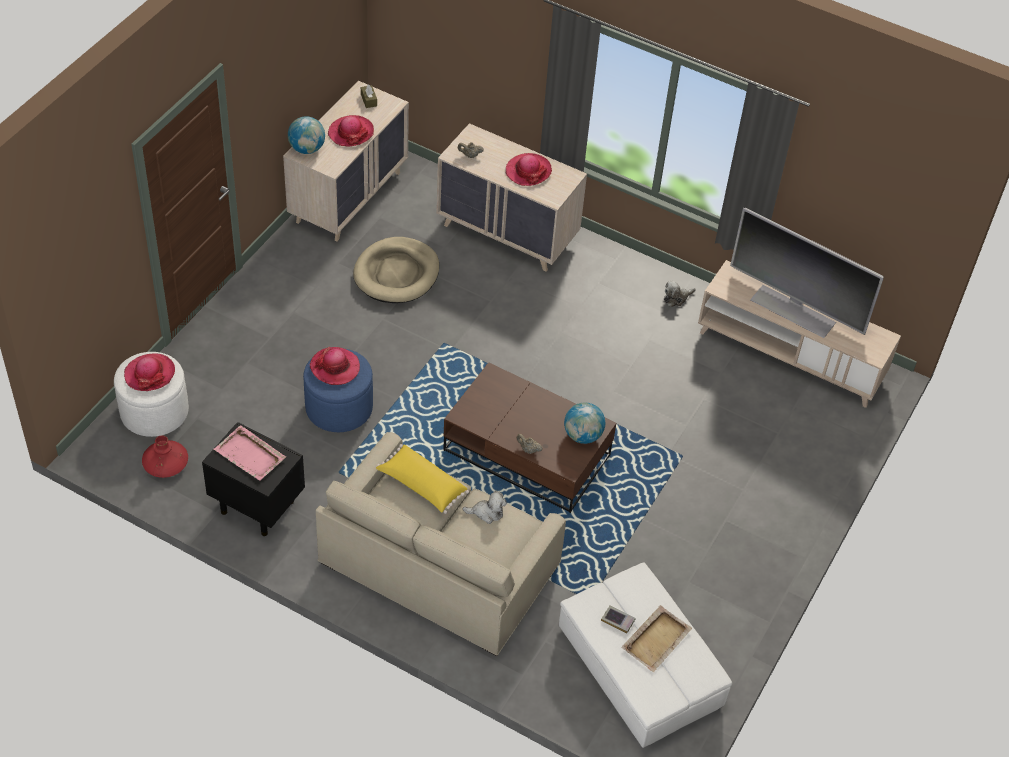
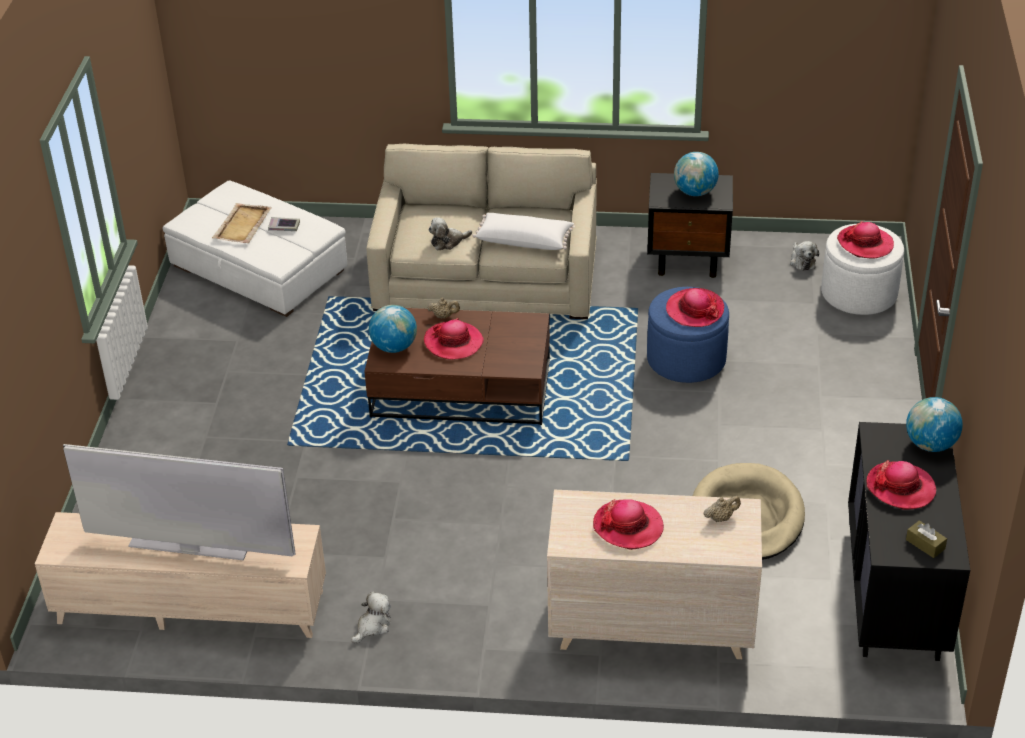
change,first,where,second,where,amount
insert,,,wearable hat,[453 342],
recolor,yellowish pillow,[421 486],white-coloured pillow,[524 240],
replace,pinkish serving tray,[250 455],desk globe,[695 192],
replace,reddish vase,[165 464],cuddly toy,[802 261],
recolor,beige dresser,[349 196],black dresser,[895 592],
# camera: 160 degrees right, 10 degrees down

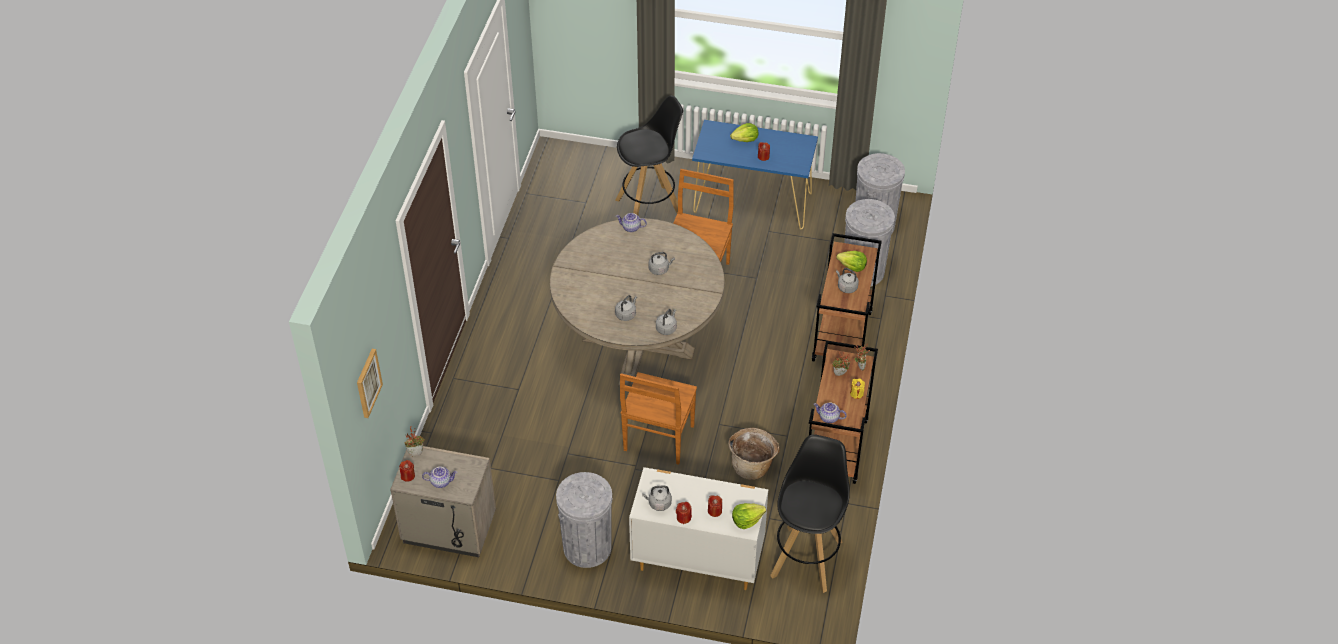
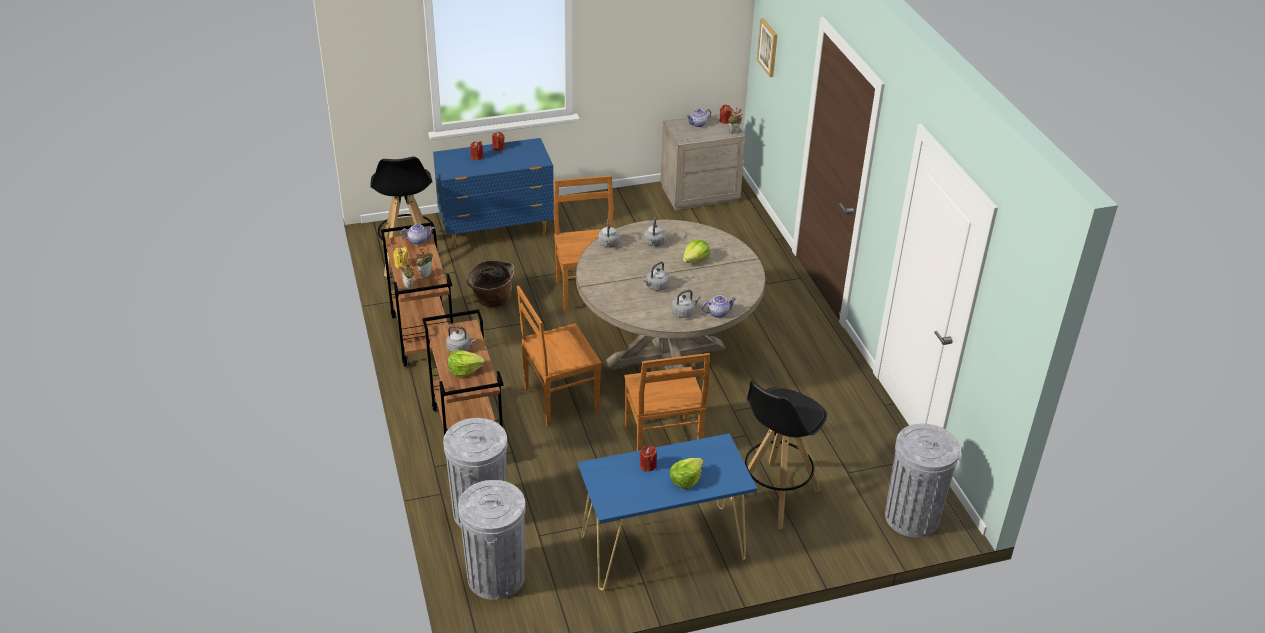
change,first,where,second,where,amount
recolor,white-coloured dresser,[697 560],bluish dresser,[497 231],
insert,,,brown-coloured chair,[559 400],
move,grey tea kettle,[658 503],,[684 312],
move,lettuce head,[747 520],,[695 260],
move,grey waste bin,[587 547],,[911 517],
# camera: 150 degrees right, 10 degrees down

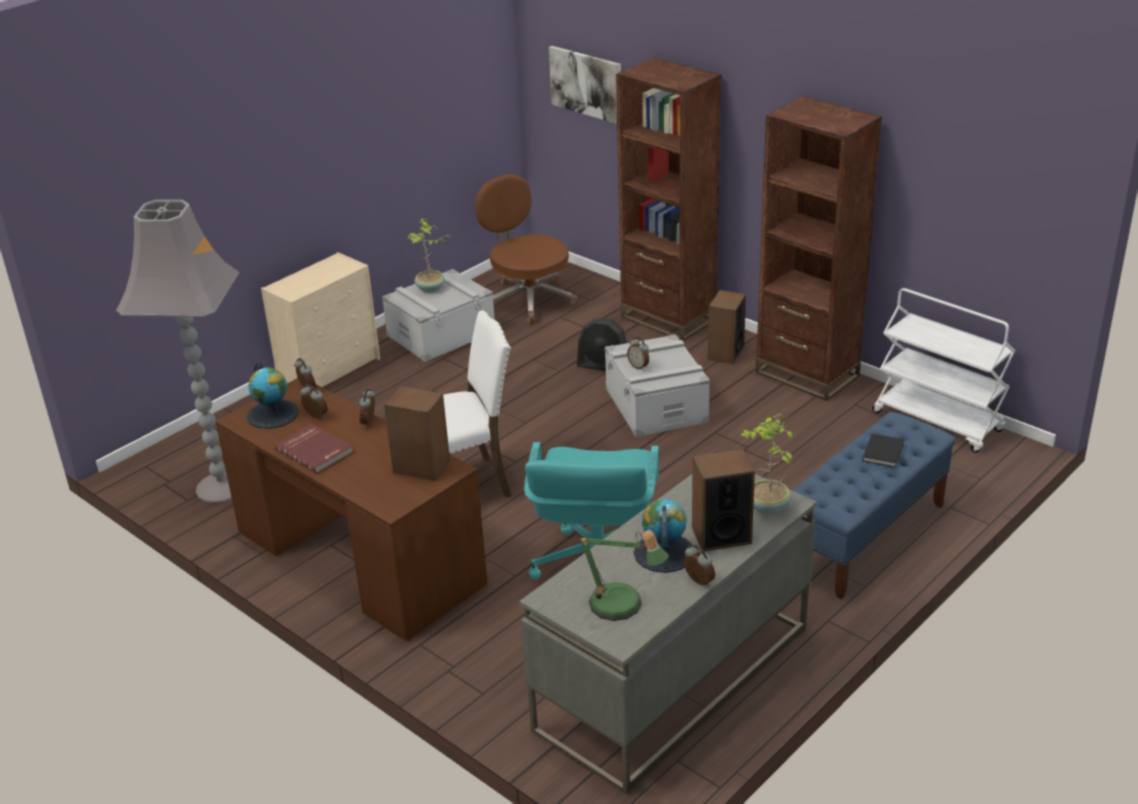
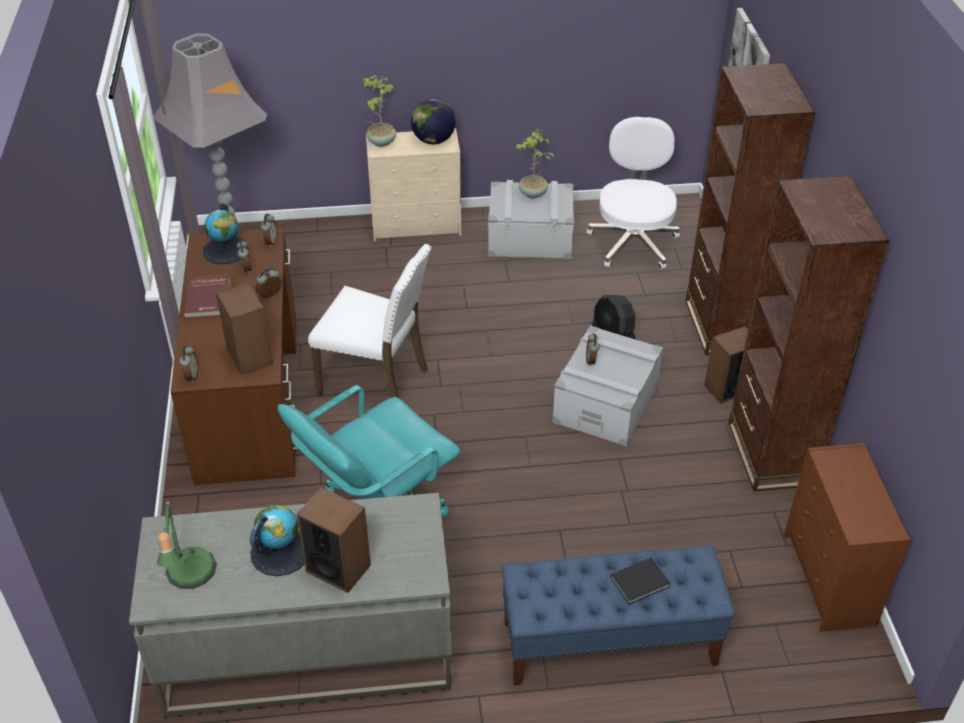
change,first,where,second,where,amount
move,table clock,[698 582],,[191 376],
move,plant in a pot,[767 508],,[380 142],
insert,,,desk globe,[433 140],
recolor,brown-coloured office chair,[528 300],white-coloured office chair,[633 242],
replace,white-coloured wheeled cart,[938 422],brown-coloured dresser,[829 581],
# camera: 40 degrees right, 10 degrees up

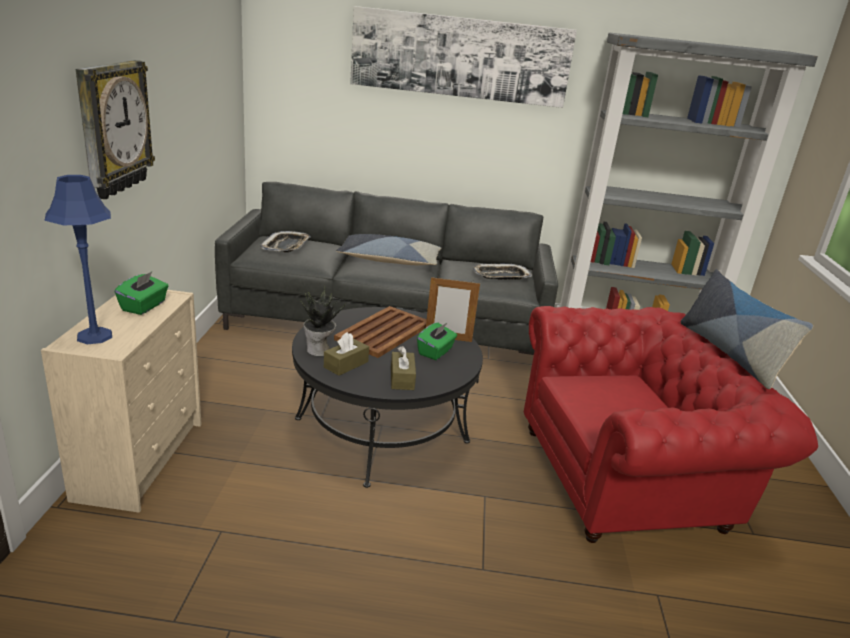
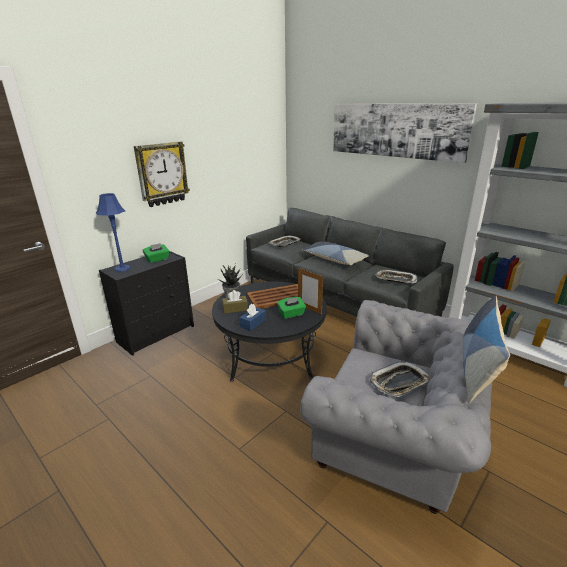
change,first,where,second,where,amount
recolor,beige dresser,[141 458],black dresser,[157 333],
recolor,brown-coloured box of tissues,[402 378],bluish box of tissues,[253 323],
recolor,reddish armchair,[628 478],grey armchair,[397 441],
insert,,,serving tray,[399 383],
# camera: 40 degrees right, 0 degrees up

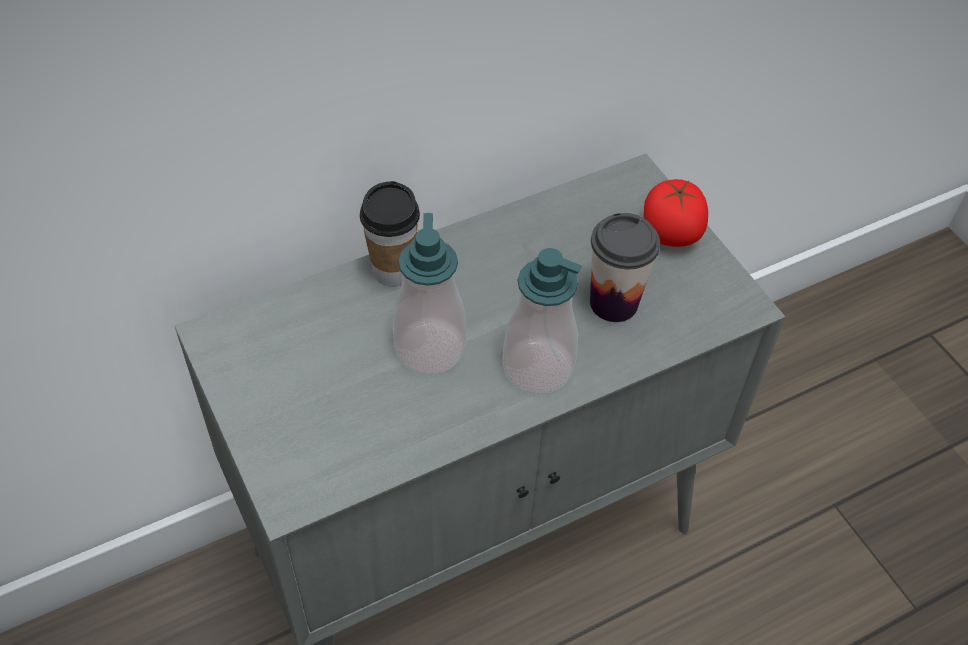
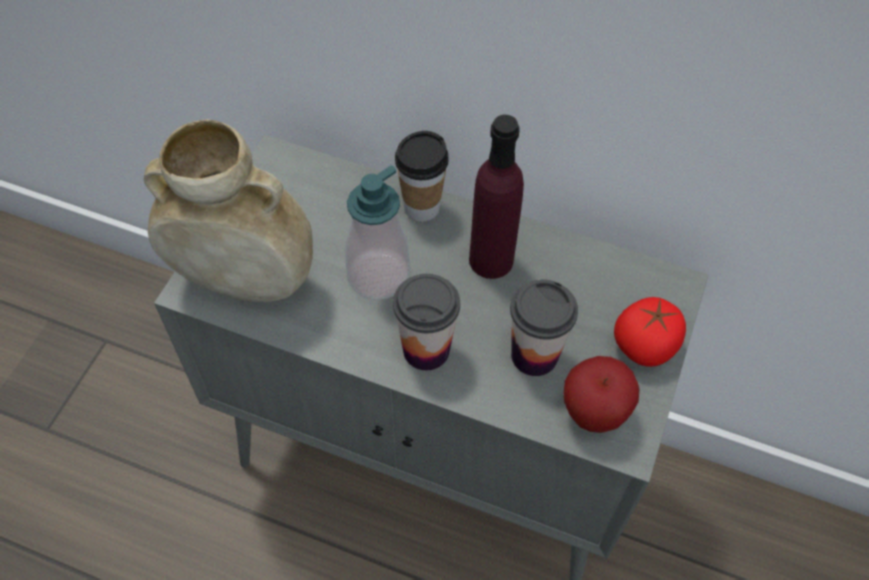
change,first,where,second,where,amount
insert,,,beige vase,[246 281],
replace,soap bottle,[538 368],cup,[426 349],
insert,,,purple bottle,[491 260],
insert,,,apple fruit,[593 414],
# camera: 50 degrees right, 5 degrees up

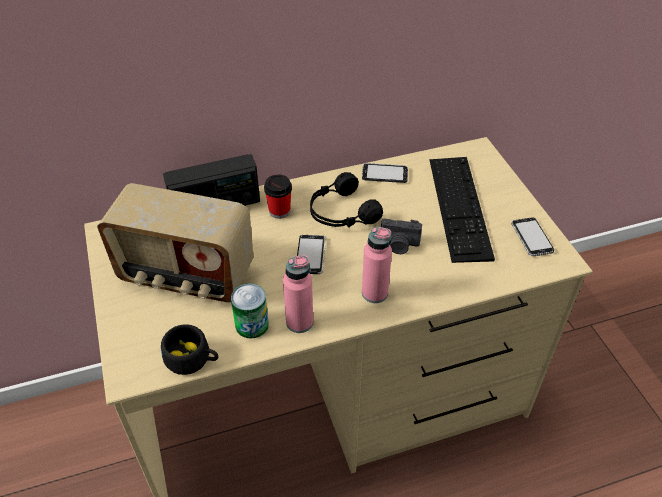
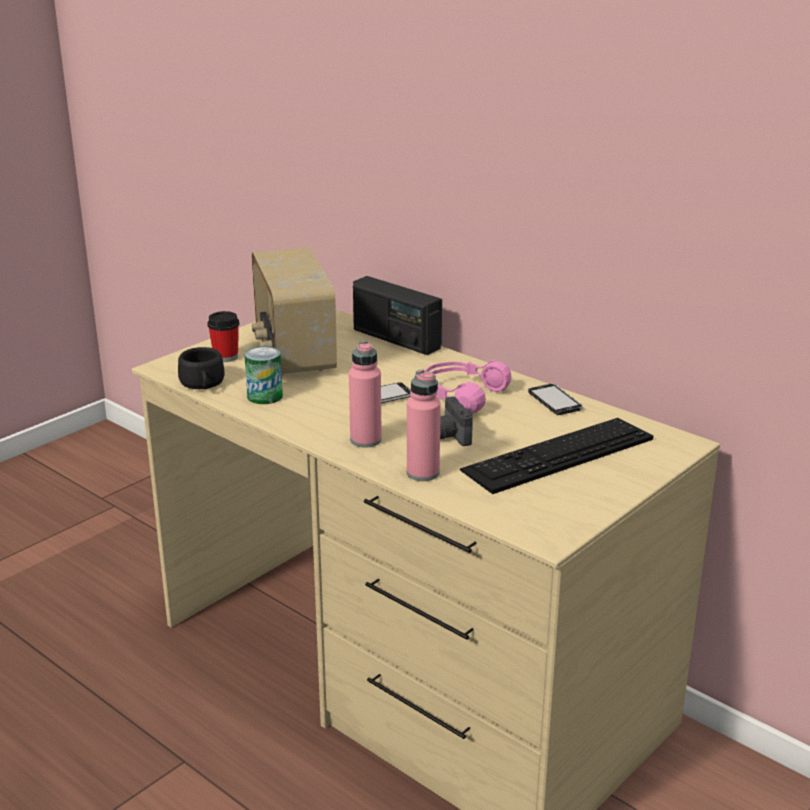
change,first,where,second,where,amount
move,cup,[279 211],,[225 357],
move,pinkish bottle,[299 322],,[423 473],
recolor,black headset,[341 213],pinkish headset,[461 395],
delete,telephone,[531 238],,,
# camera: 60 degrees right, 20 degrees down

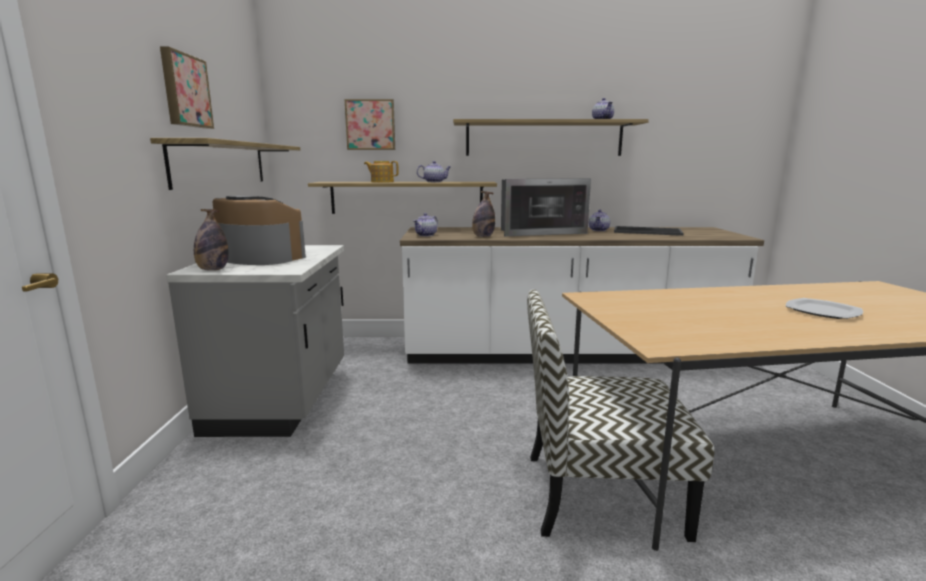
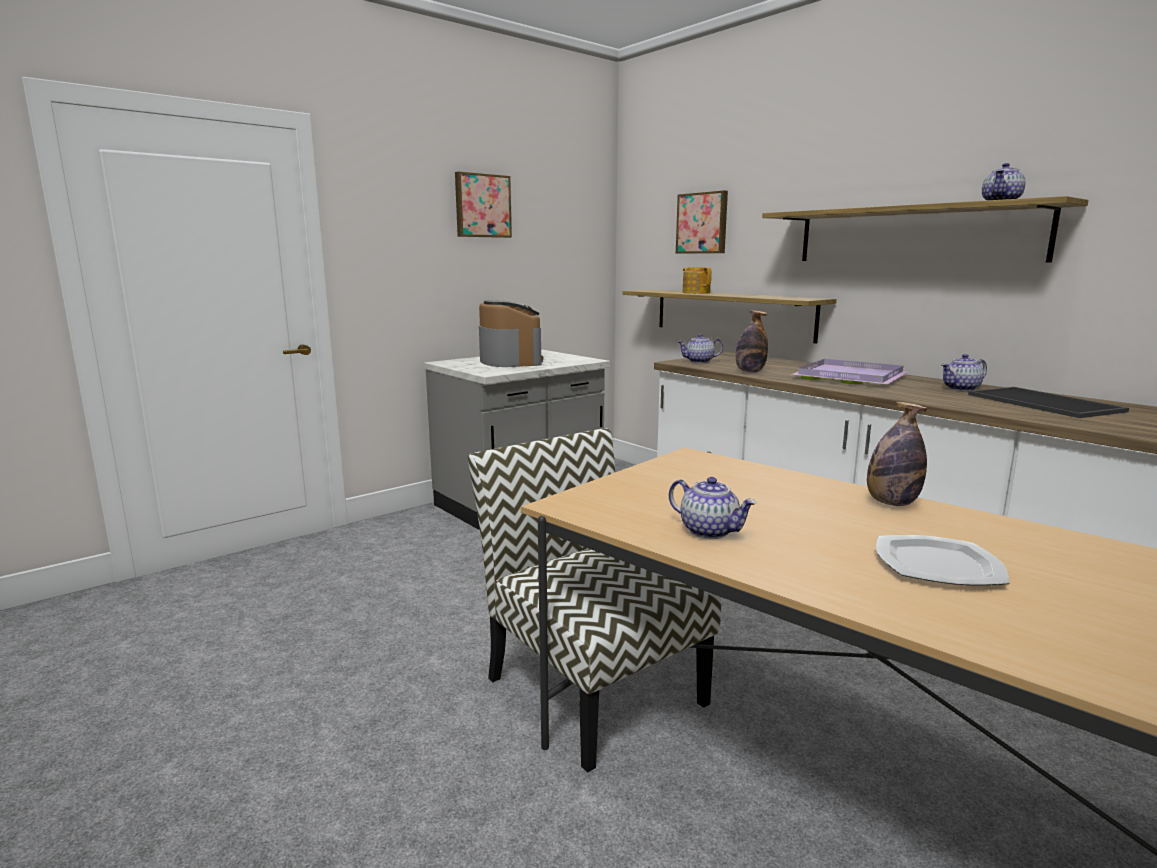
change,first,where,second,where,amount
move,pot for tea,[434 182],,[710 531],
replace,kitchen microwave,[538 231],purple serving tray,[852 377],
move,bottle,[213 270],,[891 503],
delete,wall shelf,[221 164],,,
# camera: 50 degrees right, 0 degrees up

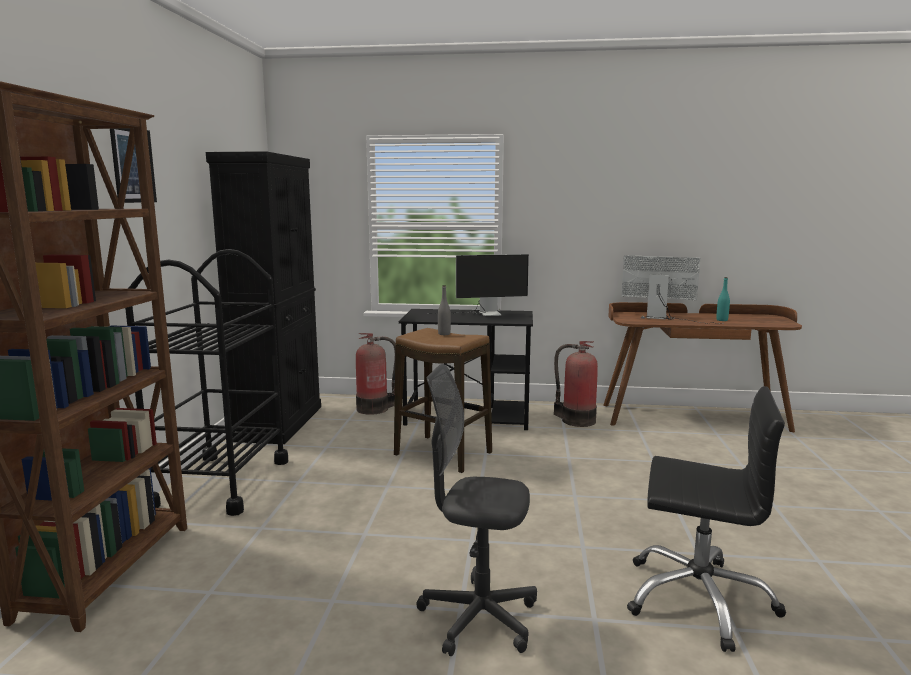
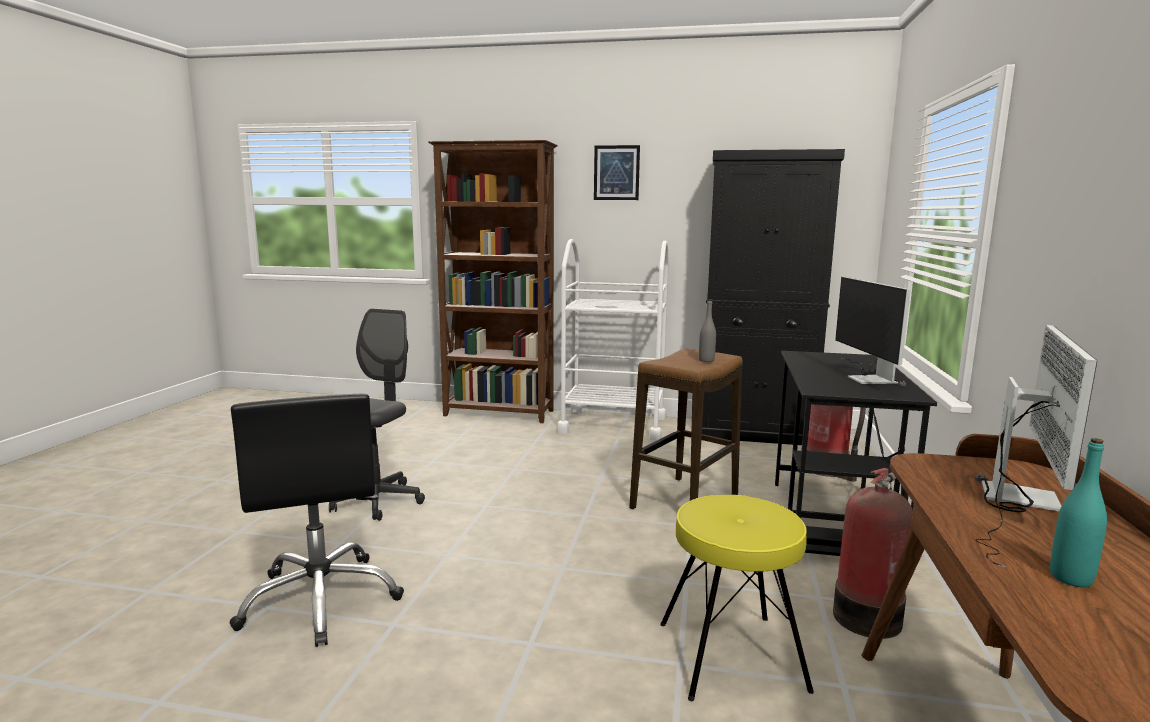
change,first,where,second,where,amount
rotate,black office chair,[698 598],,[321 599],45 degrees counterclockwise
recolor,black wheeled cart,[221 483],white-coloured wheeled cart,[613 425],
insert,,,yellowish sitting stool,[730 655],
# camera: 95 degrees right, 0 degrees up

